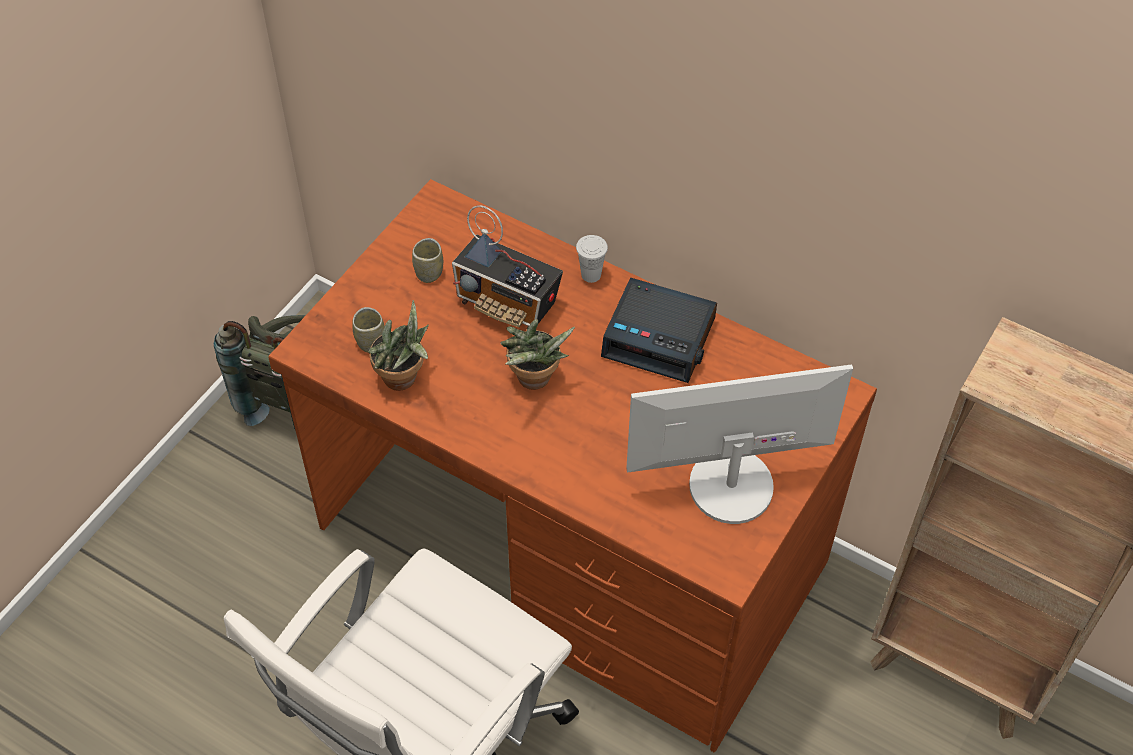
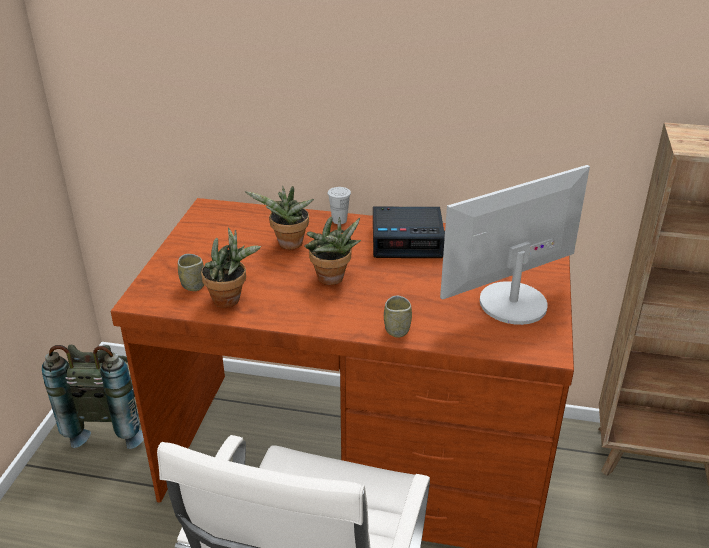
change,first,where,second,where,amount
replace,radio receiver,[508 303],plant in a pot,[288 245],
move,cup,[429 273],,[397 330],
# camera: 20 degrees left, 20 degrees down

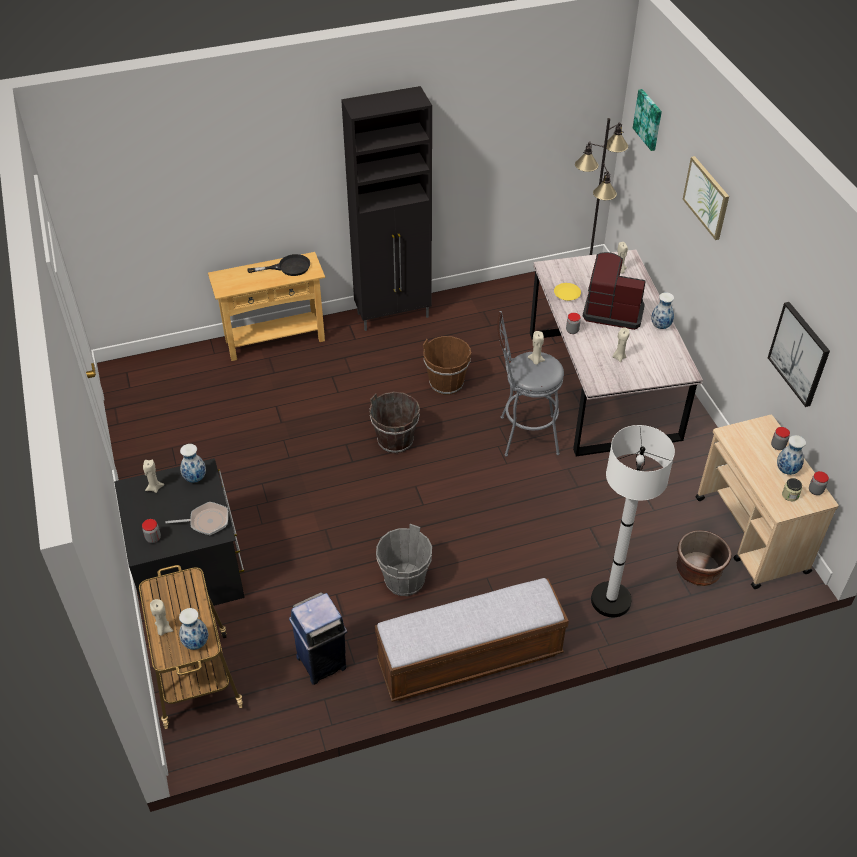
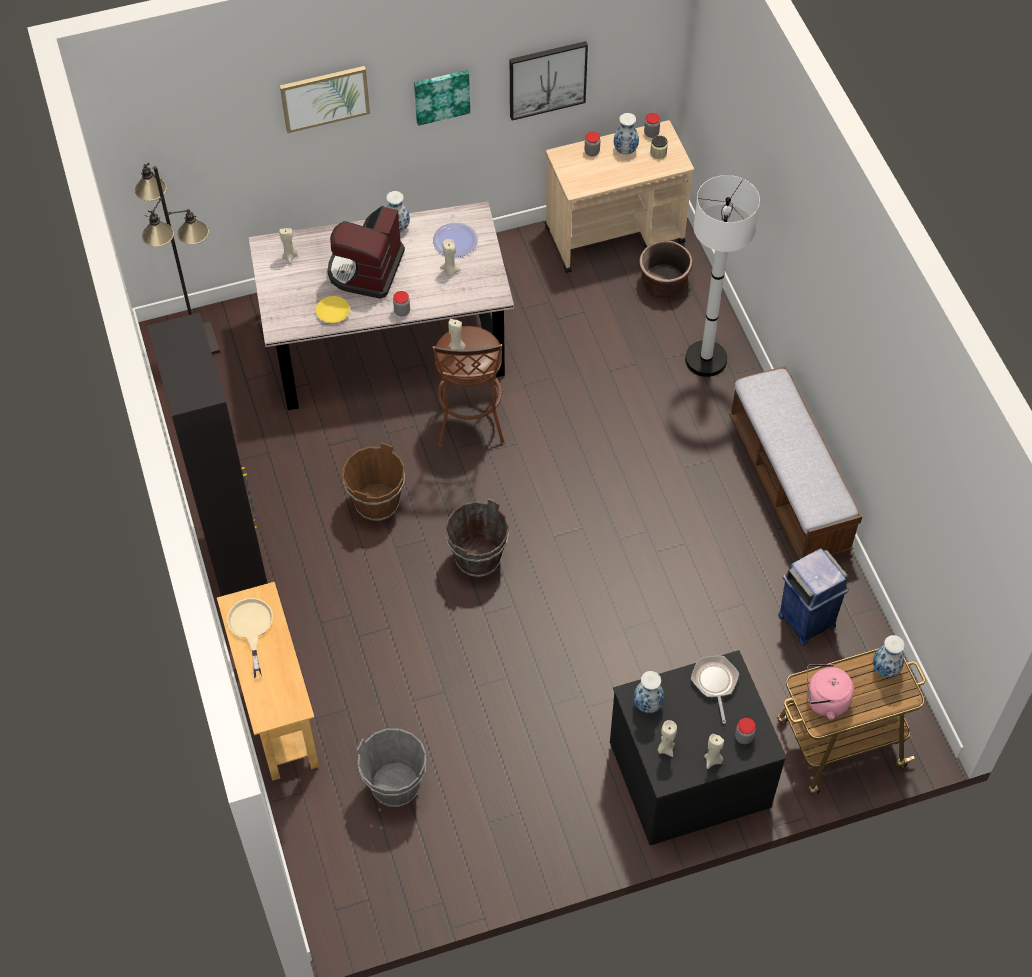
change,first,where,second,where,amount
recolor,black pan,[288 267],beige pan,[251 628],
move,grey water bucket,[405 580],,[395 785],
move,wall picture,[648 119],,[441 95],
insert,,,flat dish,[455 241],
recolor,grey sitting stool,[523 435],brown-coloured sitting stool,[470 425],
move,beige candle,[163 629],,[713 760],
insert,,,pinkish tea kettle,[824 701],
# camera: 90 degrees left, 10 degrees up

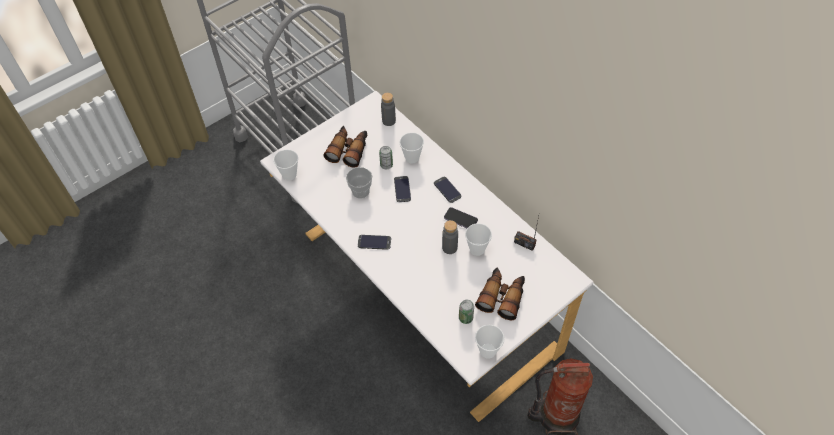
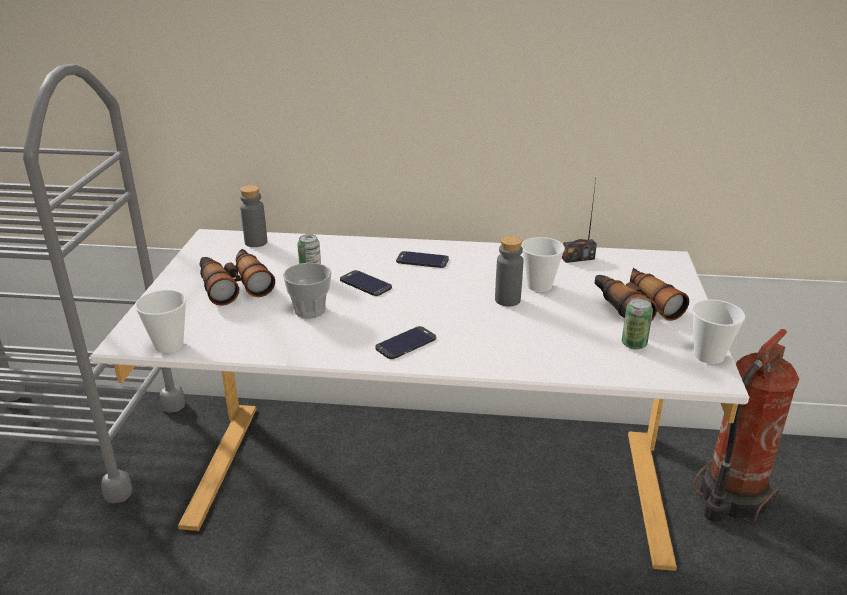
change,first,where,second,where,amount
delete,cup,[412 158],,,
delete,telephone,[460 219],,,
# camera: 45 degrees left, 25 degrees down

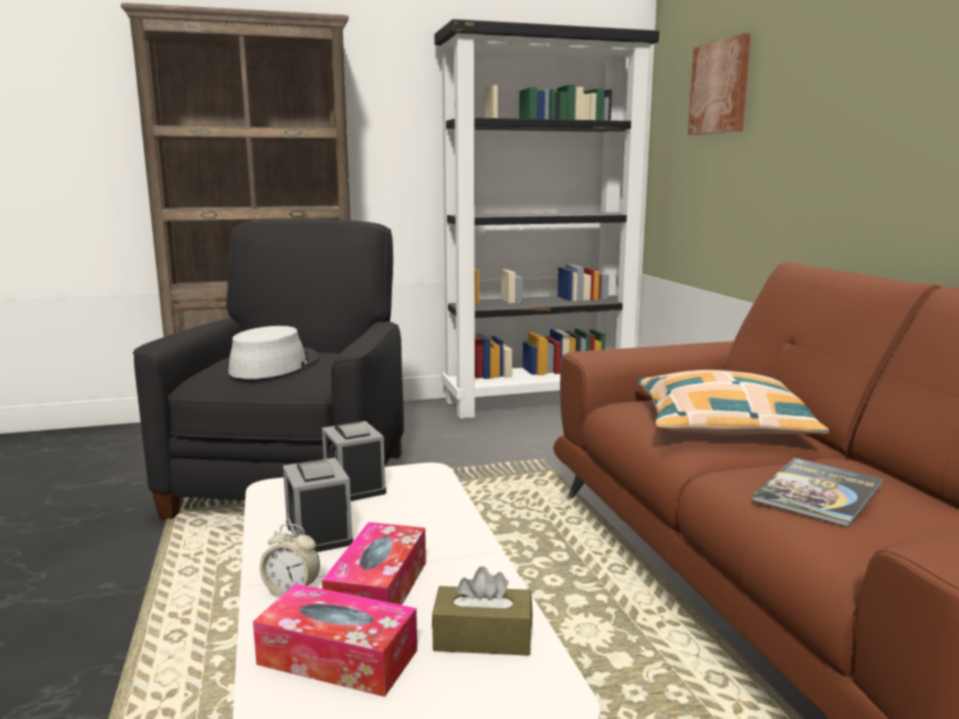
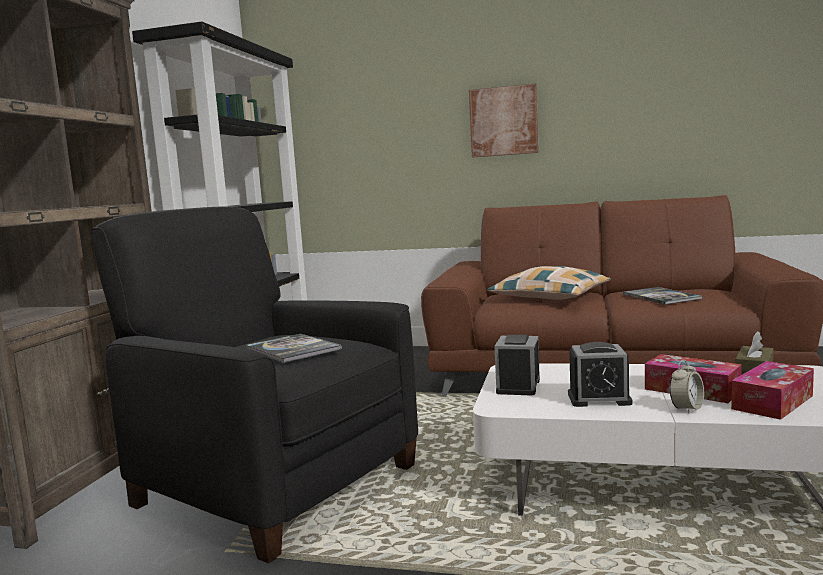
change,first,where,second,where,amount
replace,grey wearable hat,[274 365],volume,[293 349],
move,wall picture,[720 87],,[503 121],
rotate,table clock,[354 486],,[518 386],105 degrees clockwise
# camera: 60 degrees left, 5 degrees down

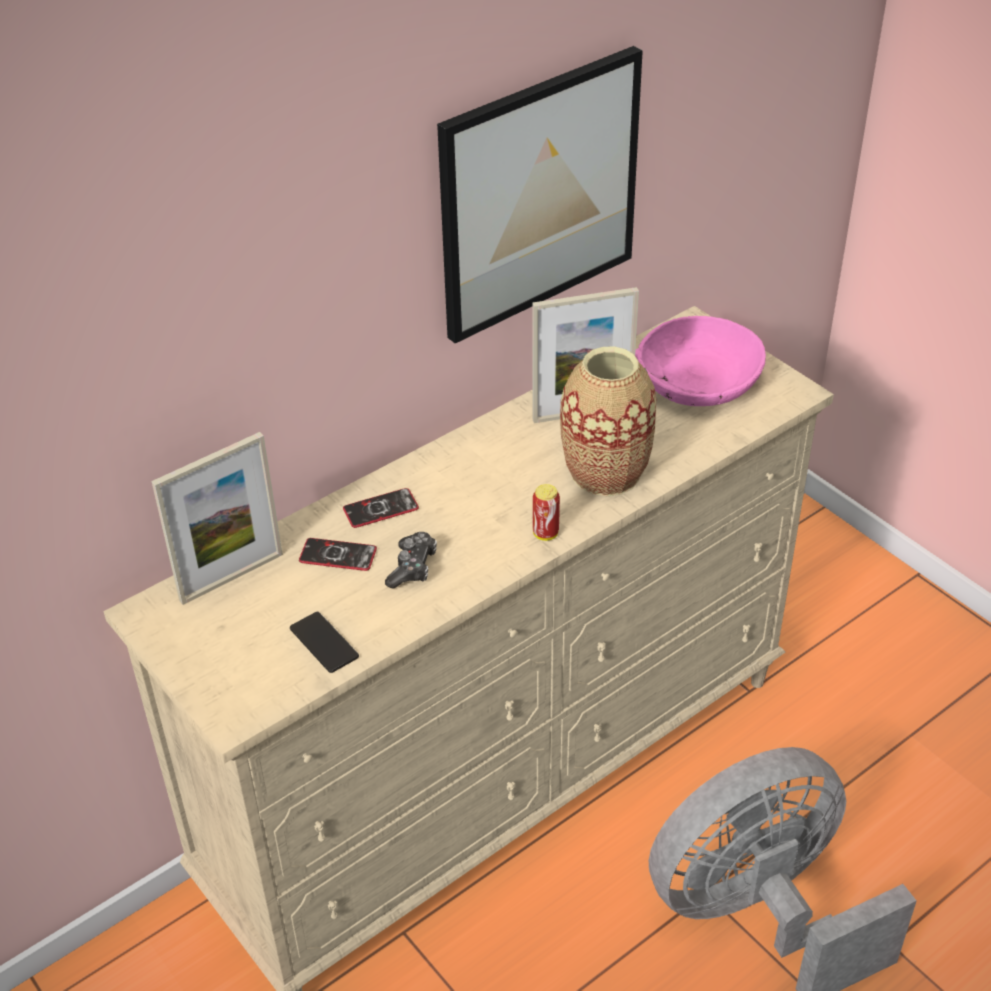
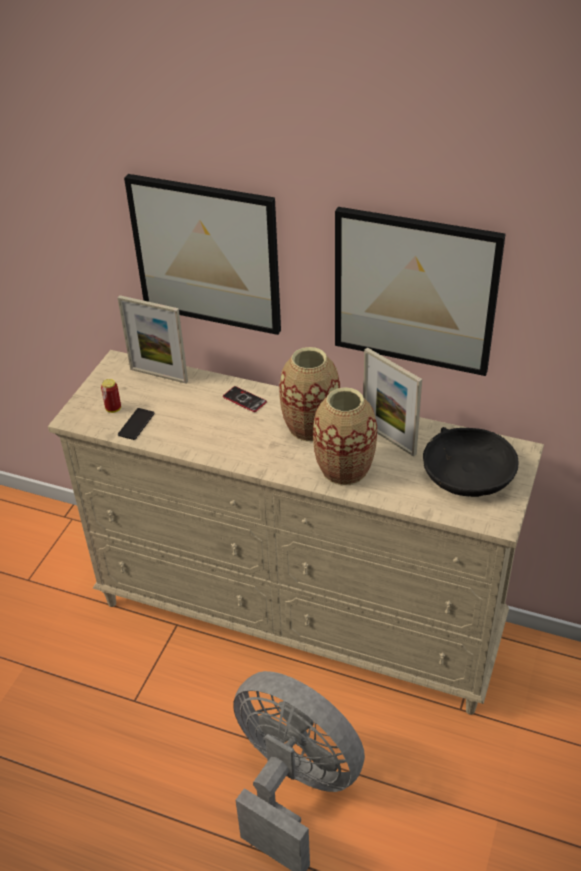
change,first,where,second,where,amount
move,sealed can,[545 533],,[113 409],
insert,,,wall picture,[206 254],
insert,,,vase,[310 427],
recolor,pinkish deep dish,[697 380],black deep dish,[467 474],
delete,telephone,[338 555],,,
delete,game controller,[412 567],,,
# camera: 60 degrees right, 0 degrees up

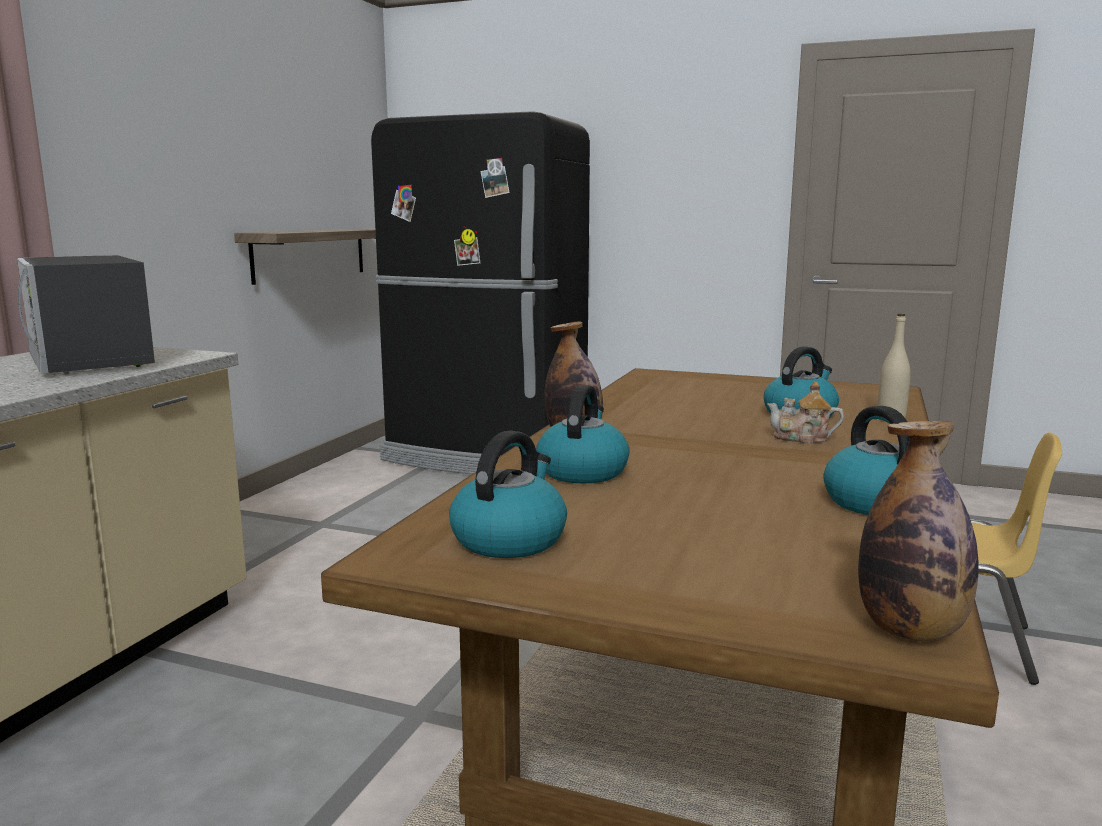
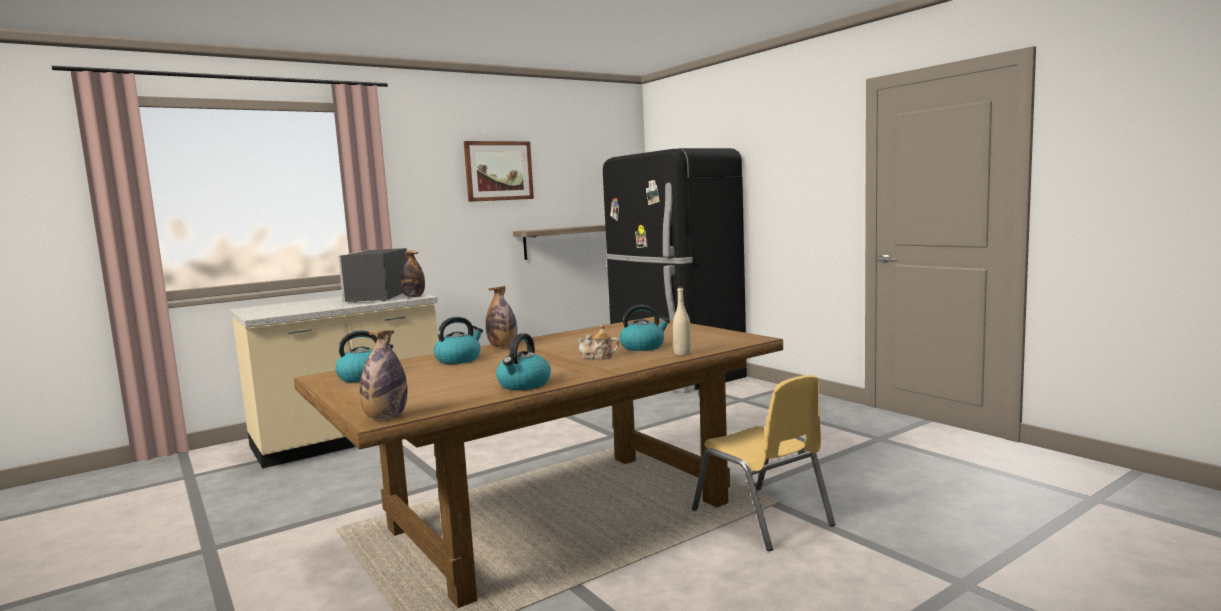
change,first,where,second,where,amount
insert,,,bottle,[413 296],
insert,,,wall picture,[498 171],
rotate,pot for tea,[802 438],,[598 357],45 degrees counterclockwise
# camera: 35 degrees right, 5 degrees down

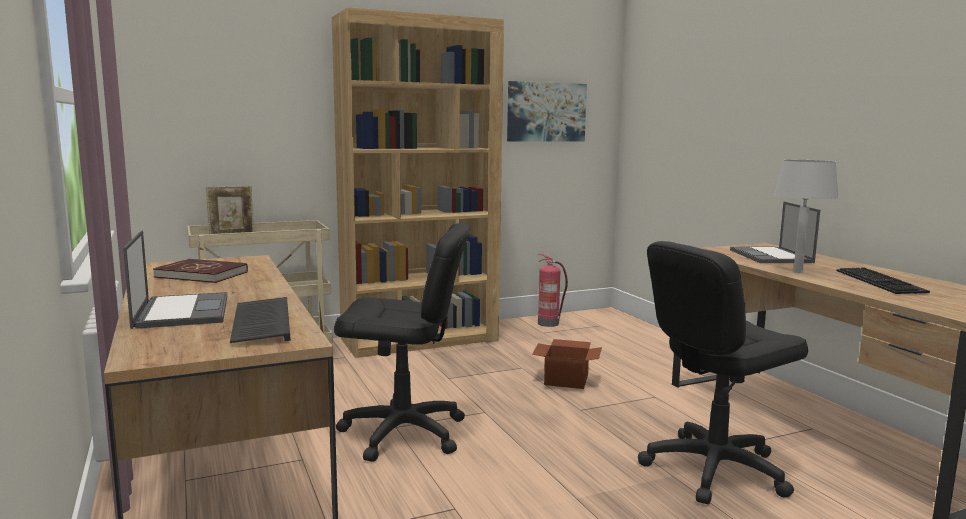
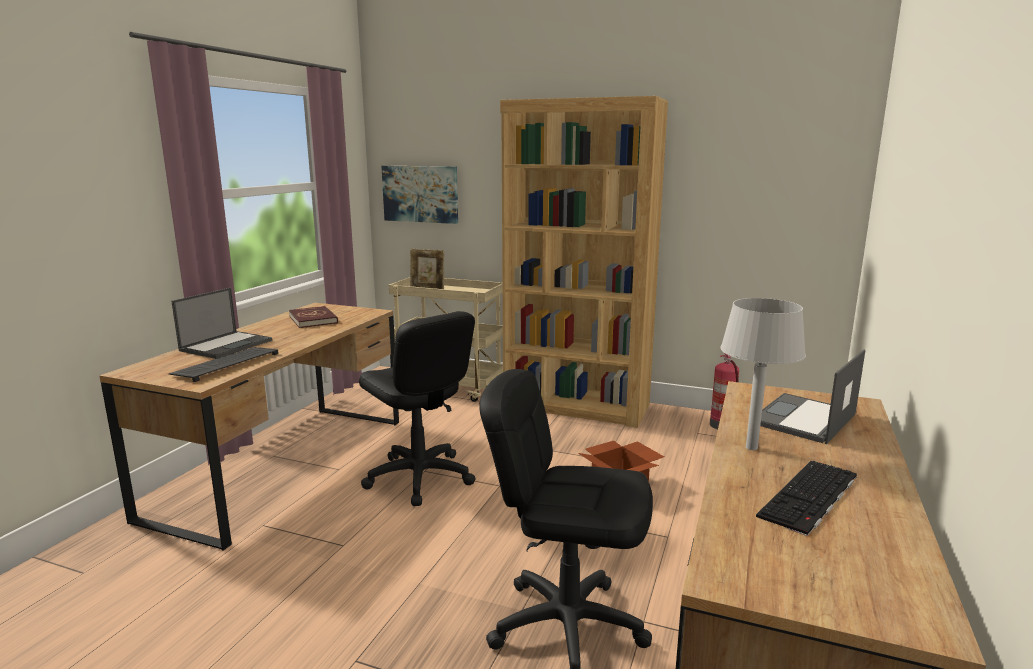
change,first,where,second,where,amount
move,wall picture,[546 112],,[420 194],
# camera: 45 degrees right, 5 degrees up

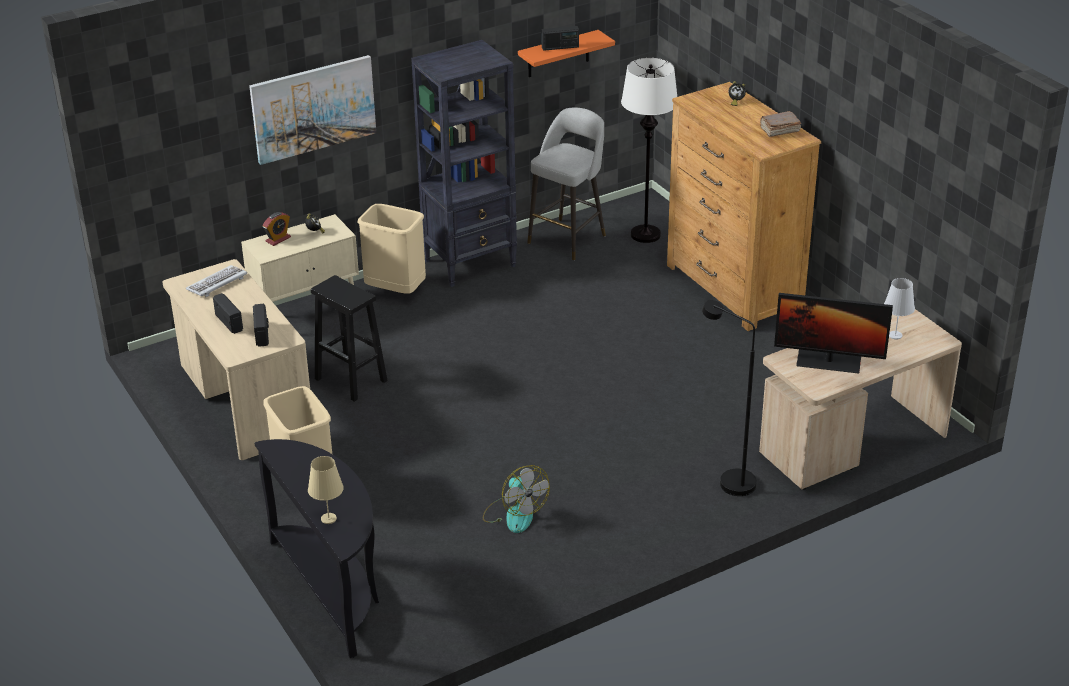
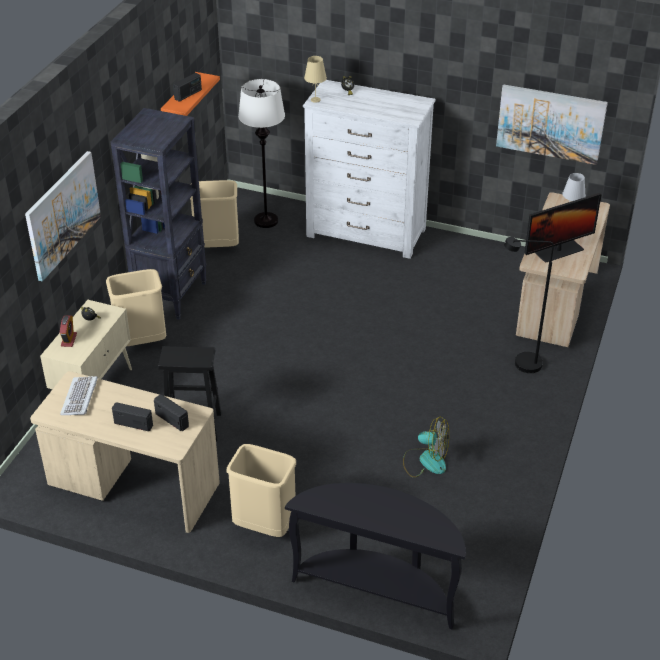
change,first,where,second,where,amount
replace,grey sitting stool,[568 238],beige waste bin,[217 246],
recolor,brown-coloured dresser,[733 288],white-coloured dresser,[366 233],
move,beige tabletop lamp,[328 519],,[315 100],
insert,,,wall picture,[550 123],
delete,brown-coloured volume,[779 130],,,
# camera: 40 degrees left, 5 degrees up

